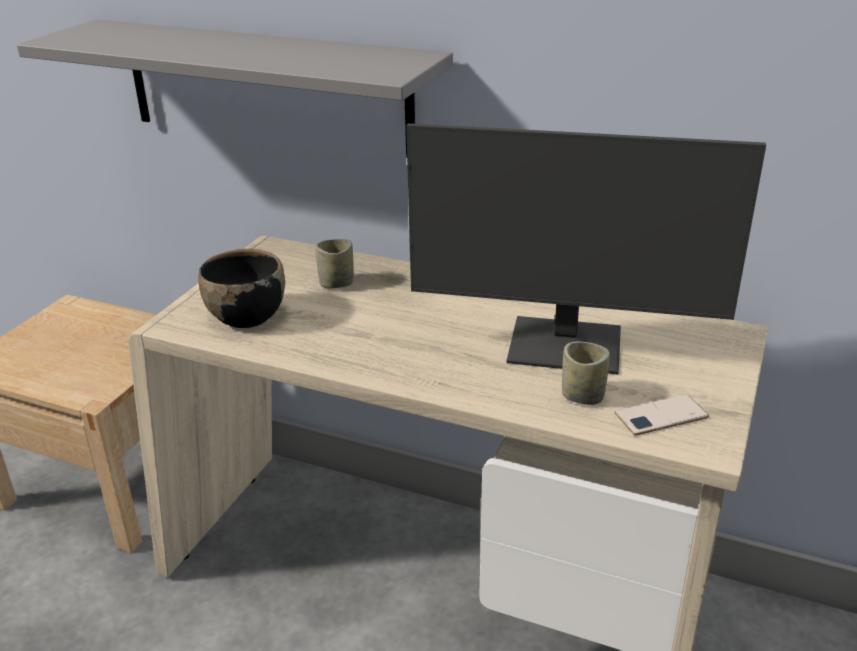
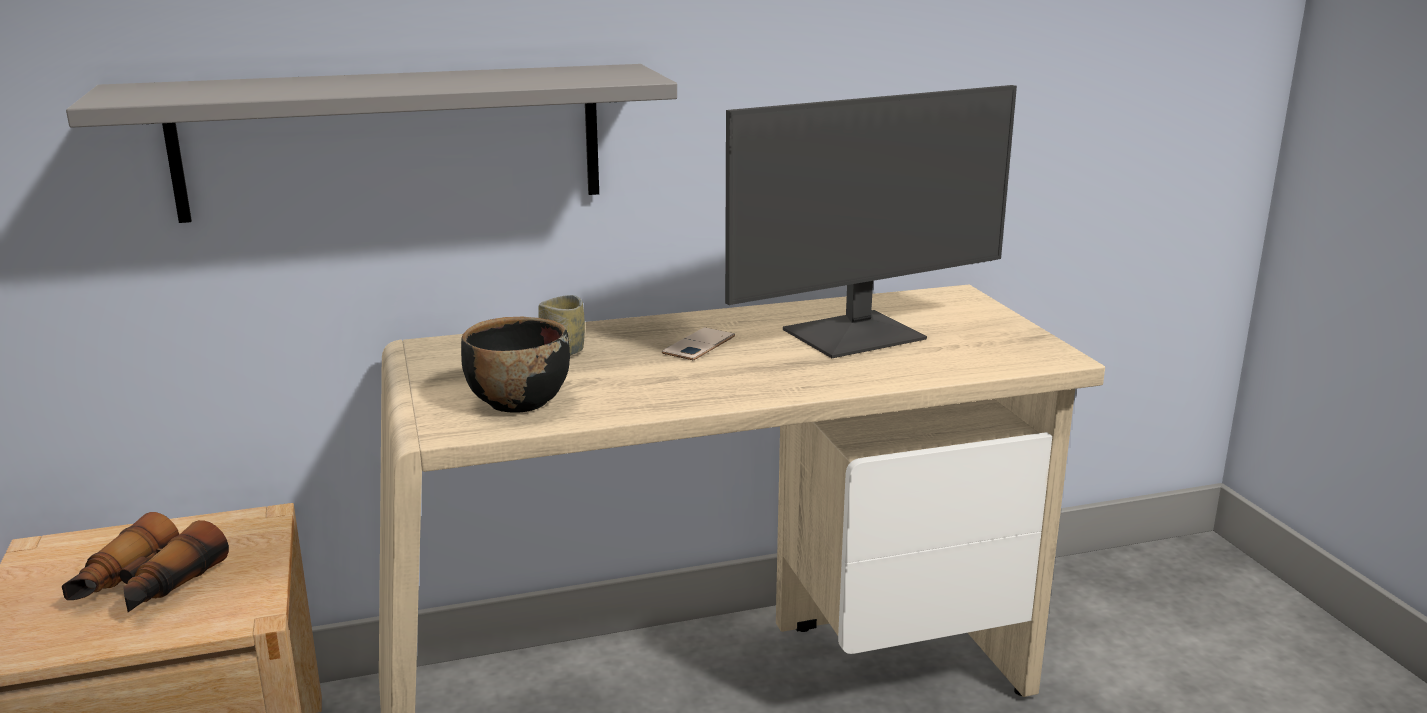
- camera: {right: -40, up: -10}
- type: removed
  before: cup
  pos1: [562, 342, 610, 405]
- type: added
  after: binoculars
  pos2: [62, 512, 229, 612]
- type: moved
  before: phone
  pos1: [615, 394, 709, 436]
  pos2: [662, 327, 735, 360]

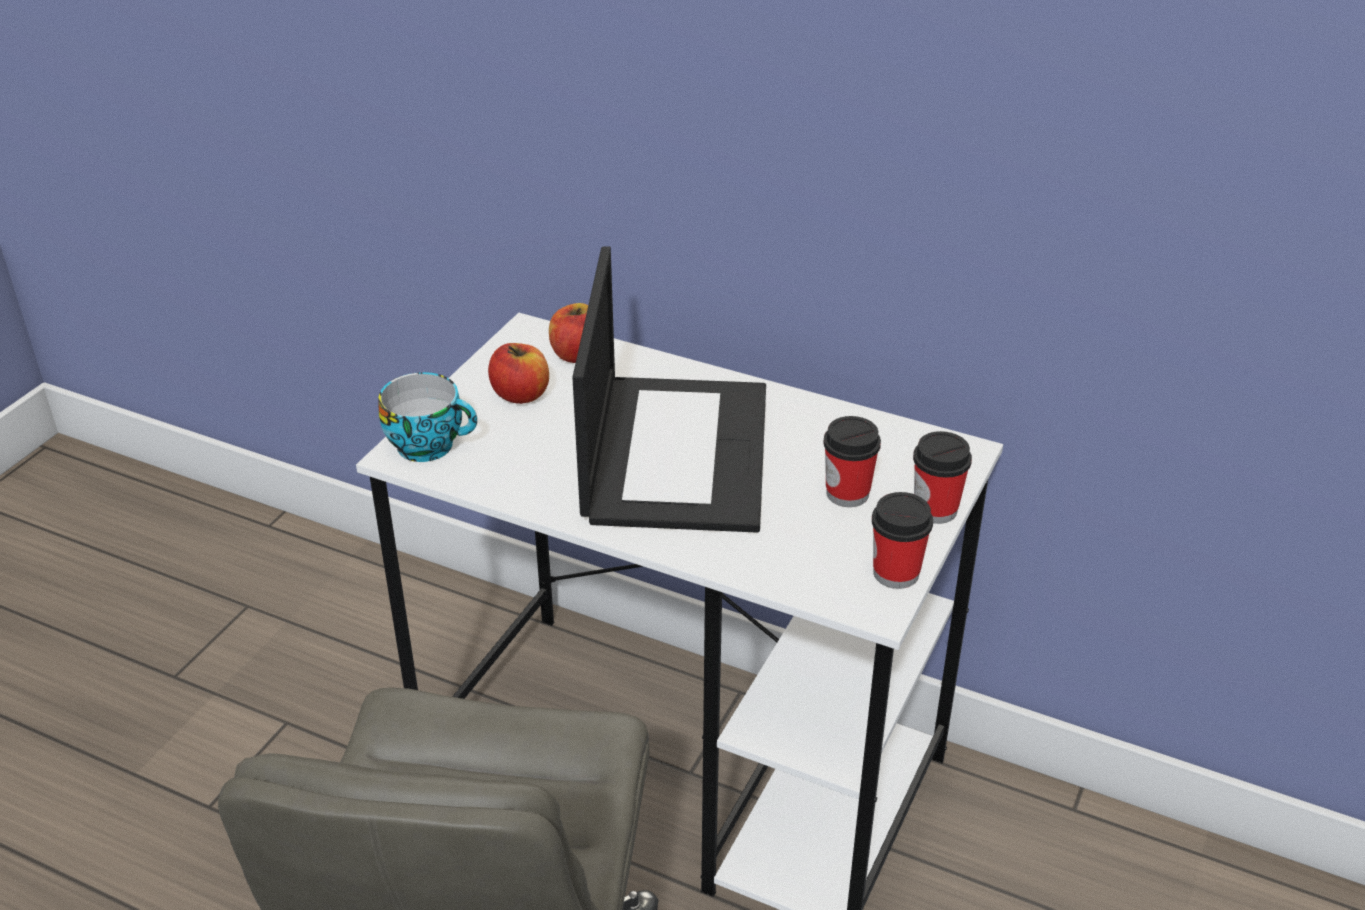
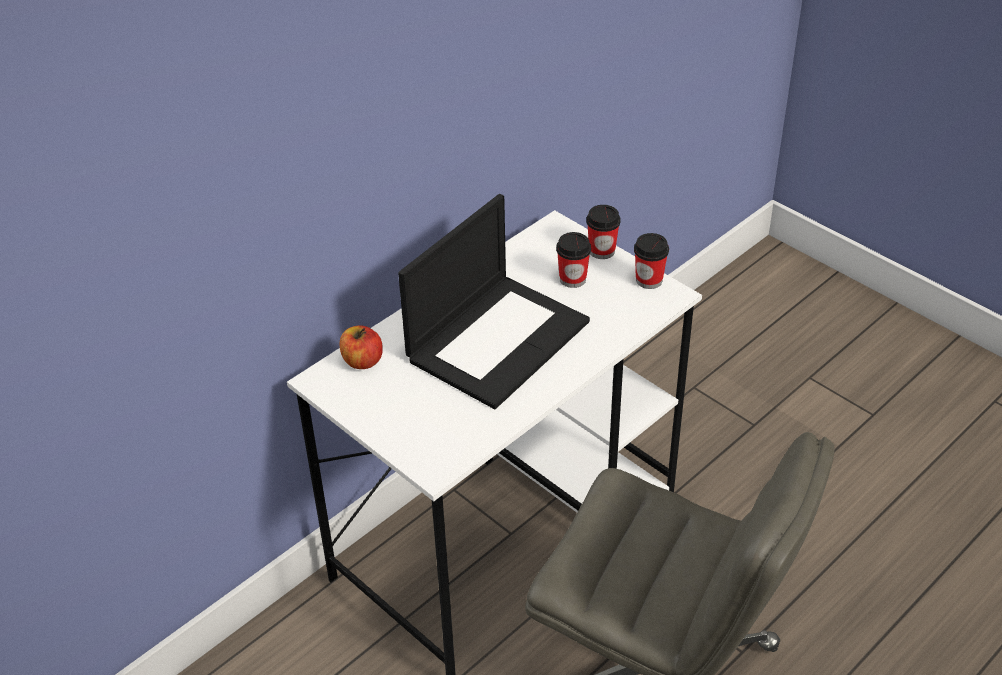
- camera: {right: -70, up: 5}
- type: removed
  before: cup
  pos1: [378, 372, 477, 462]
- type: removed
  before: apple
  pos1: [488, 343, 549, 404]
- type: turned
  before: laptop
  pos1: [572, 246, 766, 533]
  pos2: [398, 194, 590, 409]
  turn: 105

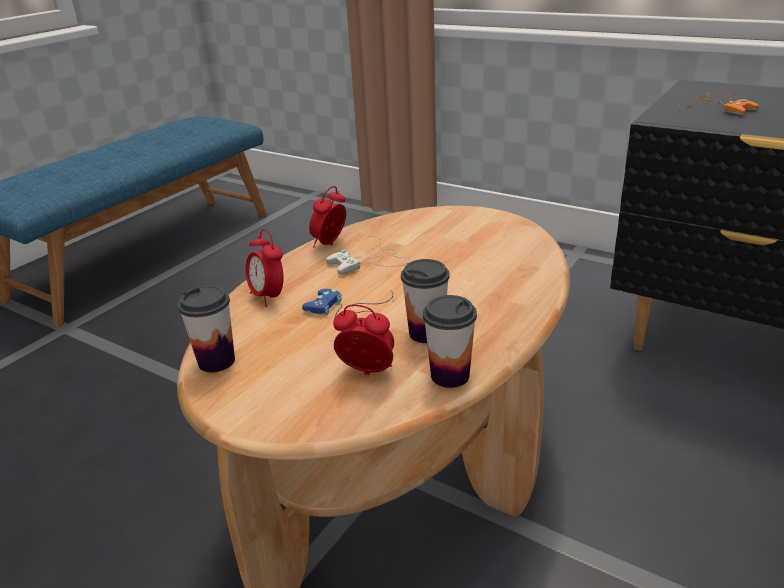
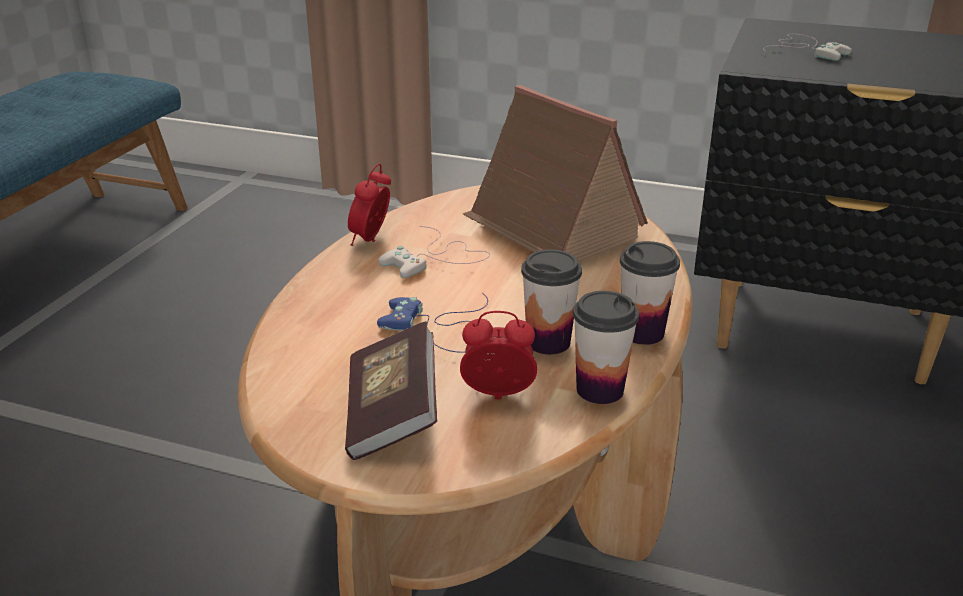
- camera: {right: -15, up: 0}
- type: removed
  before: alarm clock
  pos1: [246, 229, 284, 307]
- type: added
  after: book
  pos2: [345, 321, 437, 460]
- type: added
  after: toy house
  pos2: [463, 85, 648, 262]
- type: moved
  before: cup
  pos1: [178, 285, 235, 372]
  pos2: [620, 241, 680, 345]
- type: recoloured
  before: game controller (orange)
  after: game controller (white)
  pos1: [679, 92, 759, 115]
  pos2: [763, 34, 852, 61]

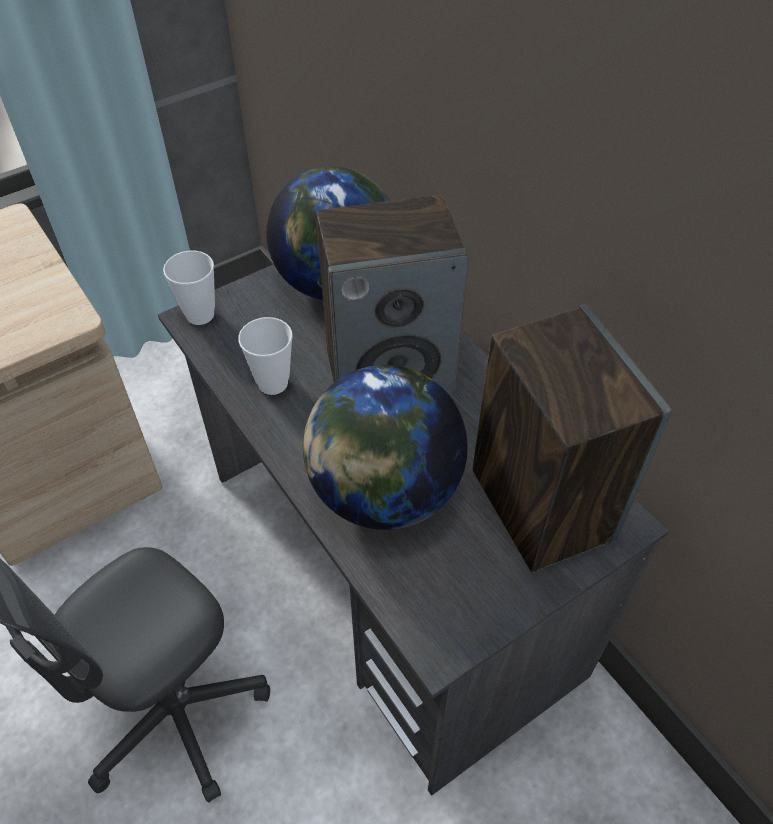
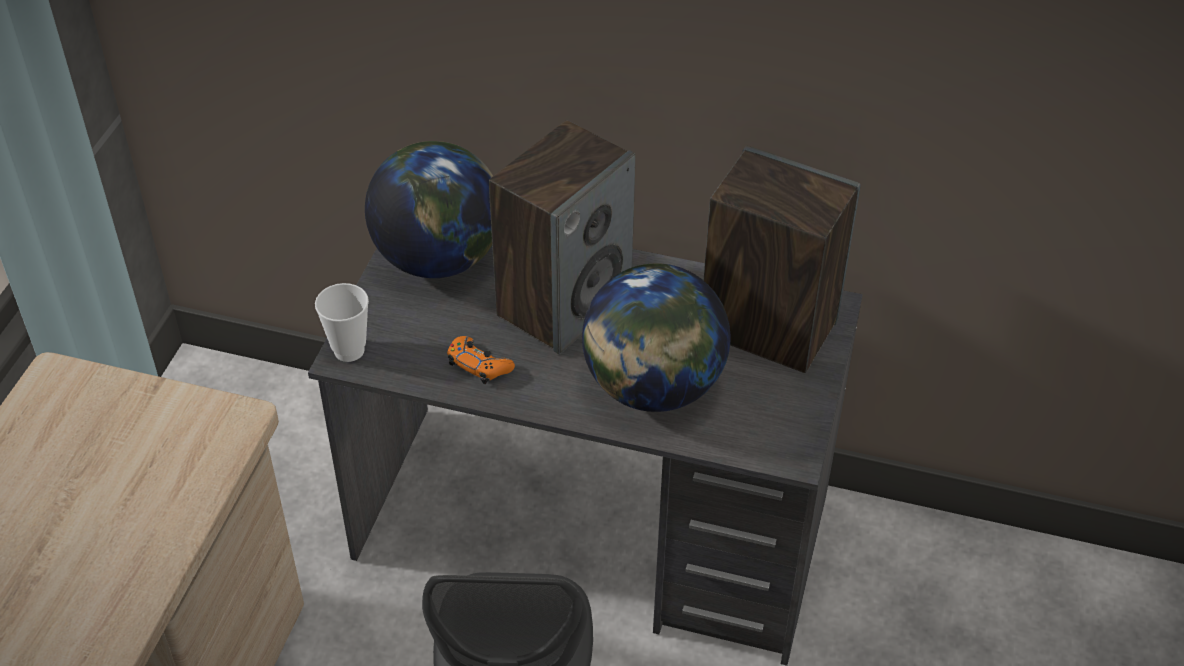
- camera: {right: -40, up: -5}
- type: replaced
  before: cup
  after: game controller (orange)
  pos1: [238, 317, 293, 395]
  pos2: [447, 336, 515, 384]

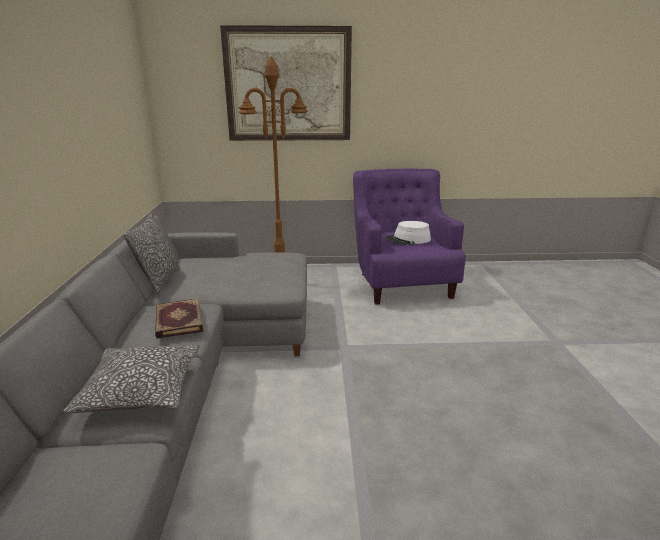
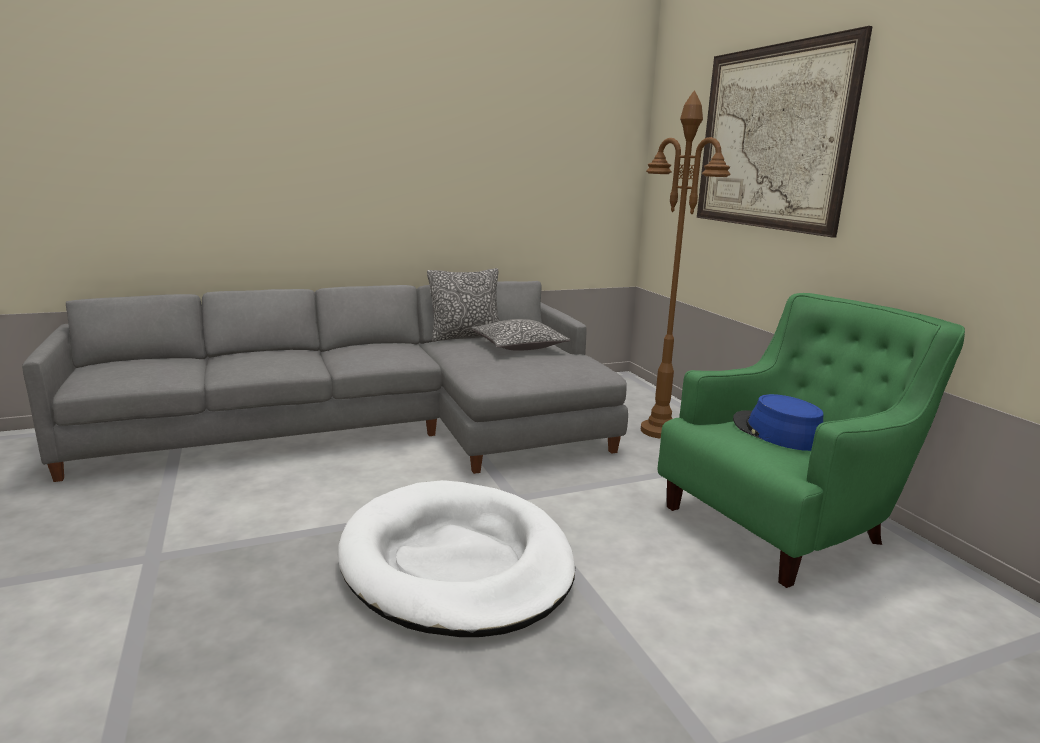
- camera: {right: 70, up: -5}
- type: removed
  before: book
  pos1: [155, 298, 203, 339]
- type: added
  after: dog bed (white)
  pos2: [338, 480, 575, 637]
- type: moved
  before: pillow
  pos1: [63, 345, 199, 413]
  pos2: [471, 319, 571, 351]
- type: recoloured
  before: armchair (purple)
  after: armchair (green)
  pos1: [353, 169, 466, 304]
  pos2: [658, 293, 965, 588]
- type: recoloured
  before: hat (white)
  after: hat (blue)
  pos1: [385, 221, 431, 245]
  pos2: [733, 394, 823, 451]

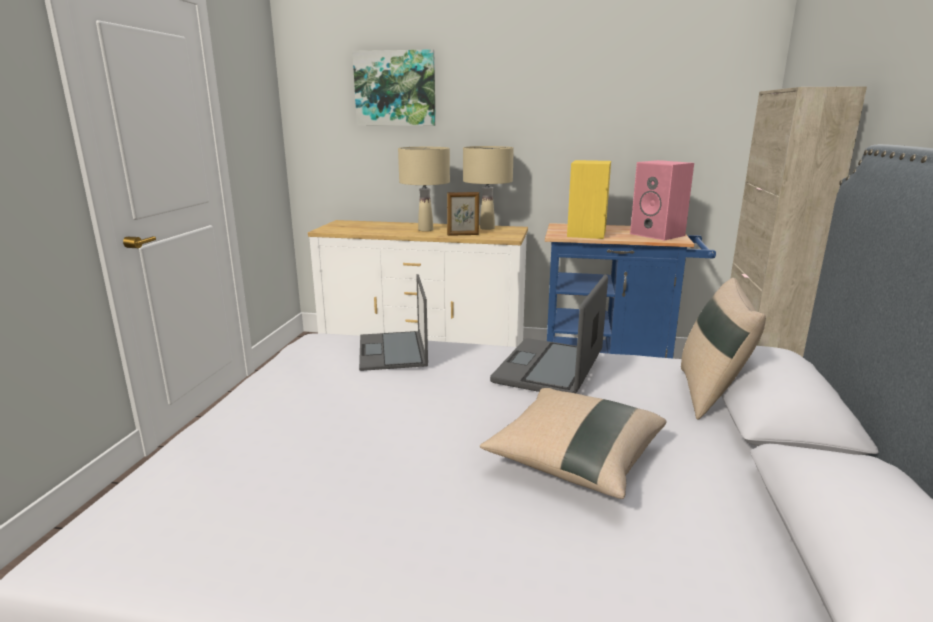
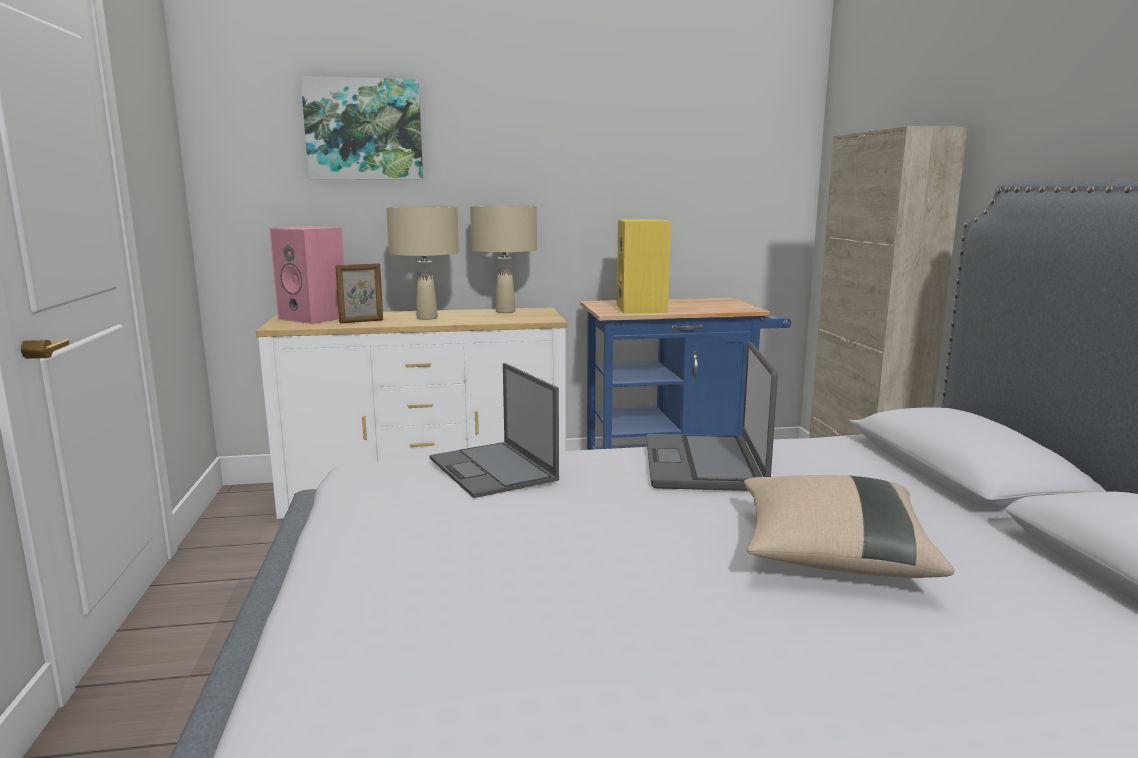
- camera: {right: -20, up: -5}
- type: removed
  before: pillow (beige)
  pos1: [681, 278, 766, 420]
- type: moved
  before: picture frame
  pos1: [447, 192, 479, 236]
  pos2: [335, 263, 383, 323]
- type: moved
  before: speaker (pink)
  pos1: [630, 160, 694, 241]
  pos2: [269, 226, 344, 324]

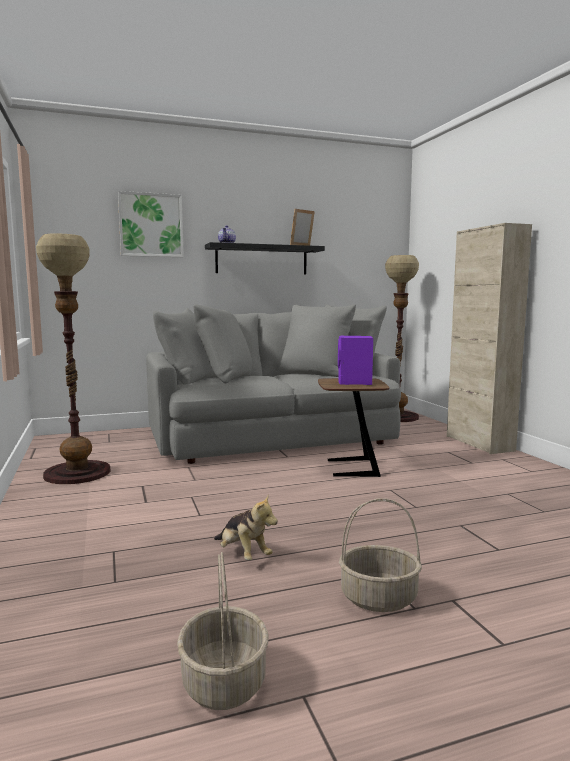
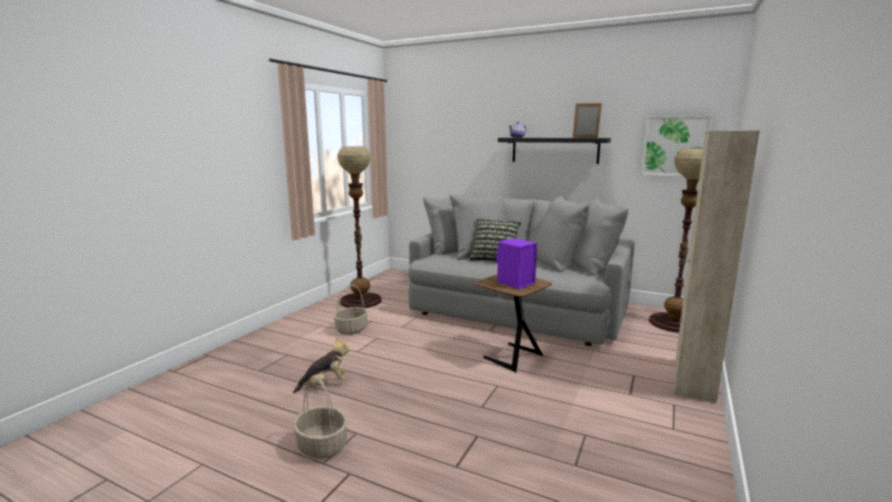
- camera: {right: 45, up: 5}
- type: added
  after: pillow
  pos2: [470, 217, 522, 261]
- type: moved
  before: picture
  pos1: [118, 191, 184, 257]
  pos2: [641, 116, 713, 176]
- type: moved
  before: basket
  pos1: [177, 552, 268, 710]
  pos2: [333, 285, 368, 335]
- type: turned
  before: plush toy
  pos1: [214, 494, 278, 560]
  pos2: [293, 337, 350, 393]
  turn: -120

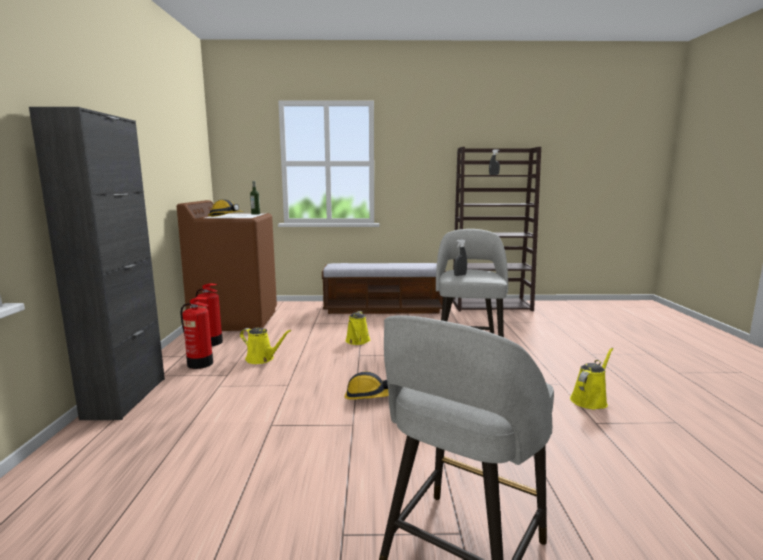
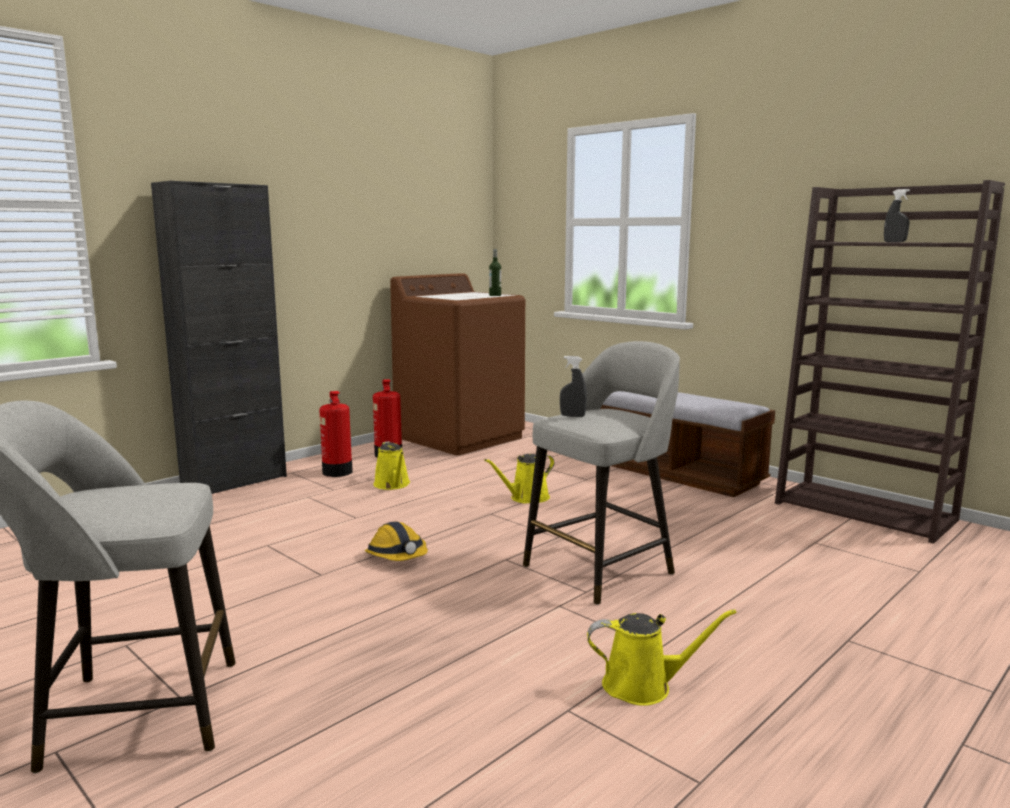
- camera: {right: 45, up: 0}
- type: removed
  before: hard hat
  pos1: [208, 199, 244, 217]

